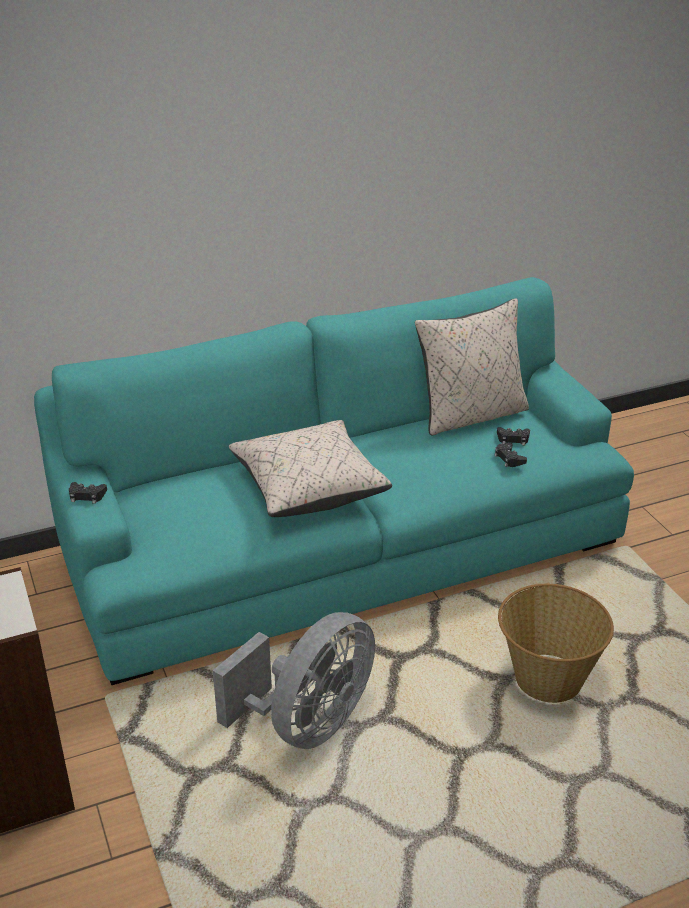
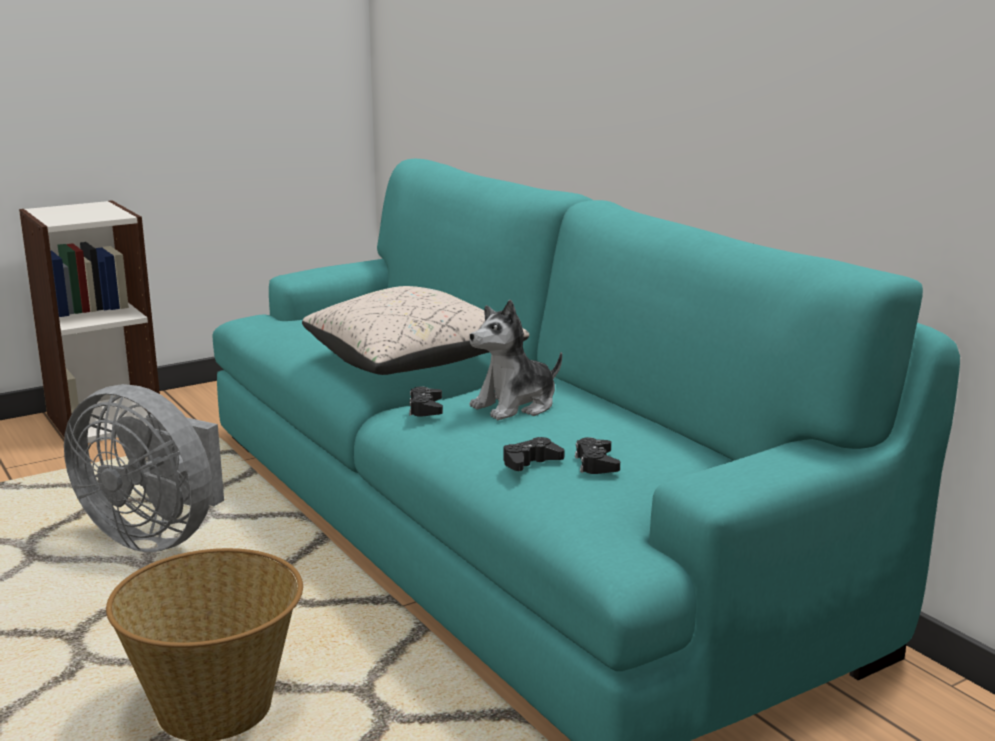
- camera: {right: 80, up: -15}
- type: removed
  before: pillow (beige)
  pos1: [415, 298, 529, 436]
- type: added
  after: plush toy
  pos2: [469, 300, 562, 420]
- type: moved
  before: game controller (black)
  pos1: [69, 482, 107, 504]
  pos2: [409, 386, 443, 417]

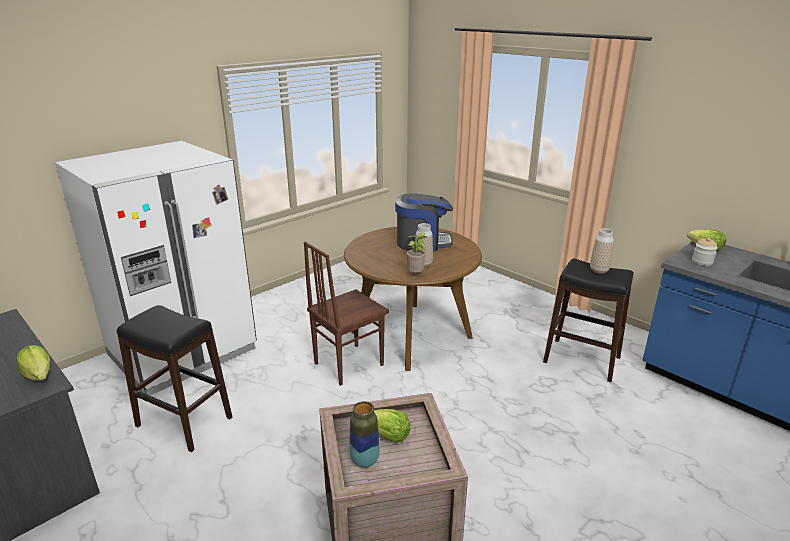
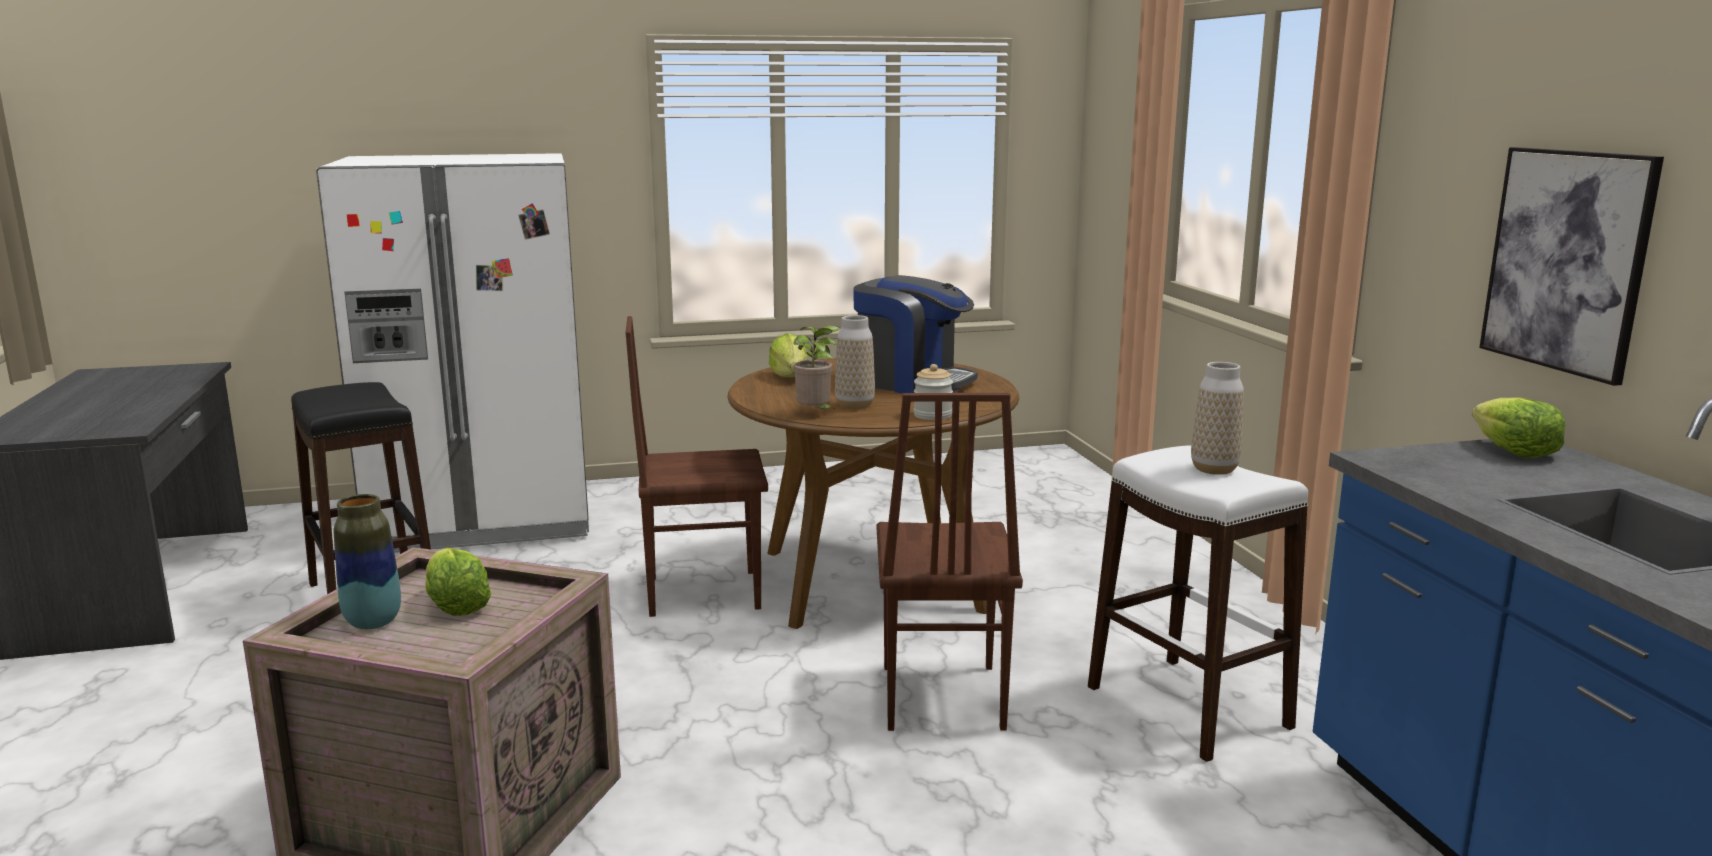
- camera: {right: 30, up: -10}
- type: added
  after: chair (brown)
  pos2: [877, 393, 1023, 731]
- type: added
  after: picture
  pos2: [1479, 147, 1664, 386]
- type: moved
  before: lettuce
  pos1: [16, 345, 50, 381]
  pos2: [769, 334, 808, 377]
- type: moved
  before: jar
  pos1: [692, 237, 718, 266]
  pos2: [914, 364, 953, 420]
- type: recoloured
  before: stool (black)
  after: stool (white)
  pos1: [543, 259, 634, 382]
  pos2: [1088, 445, 1308, 762]

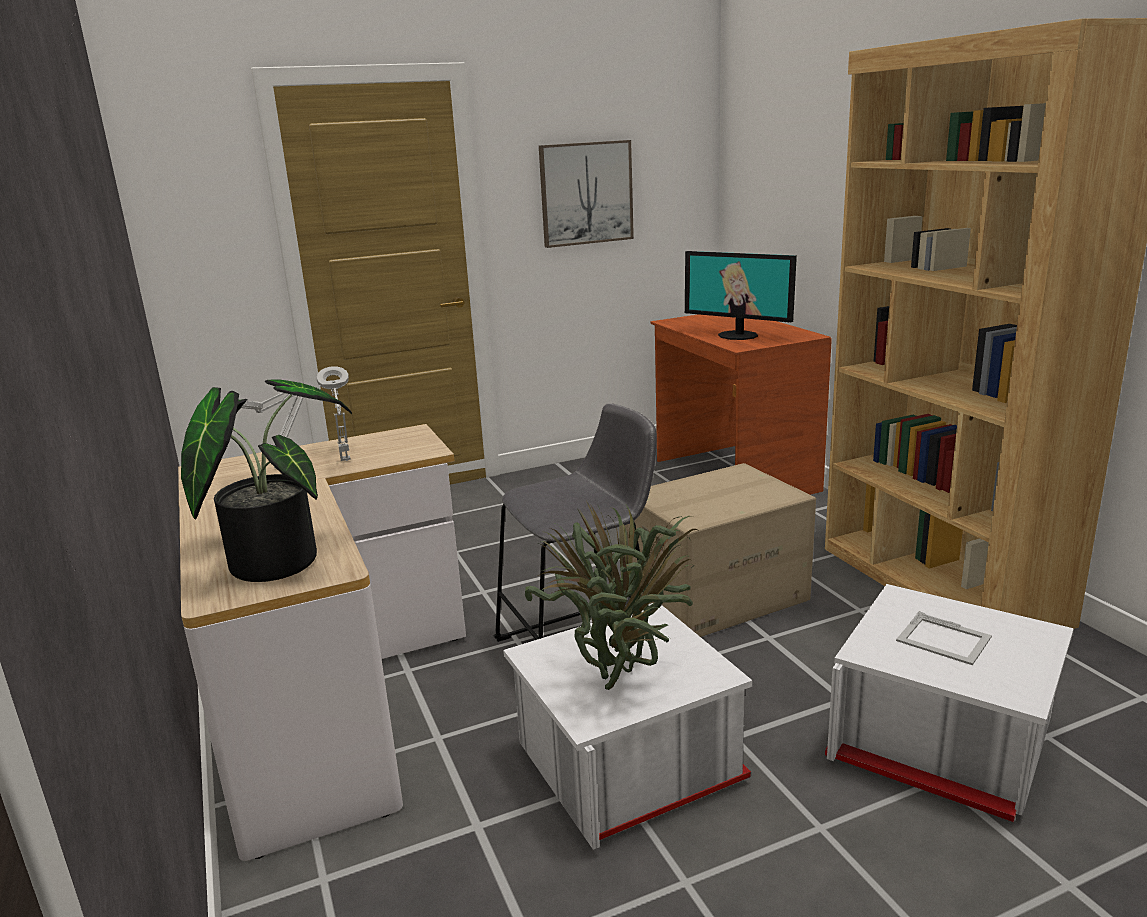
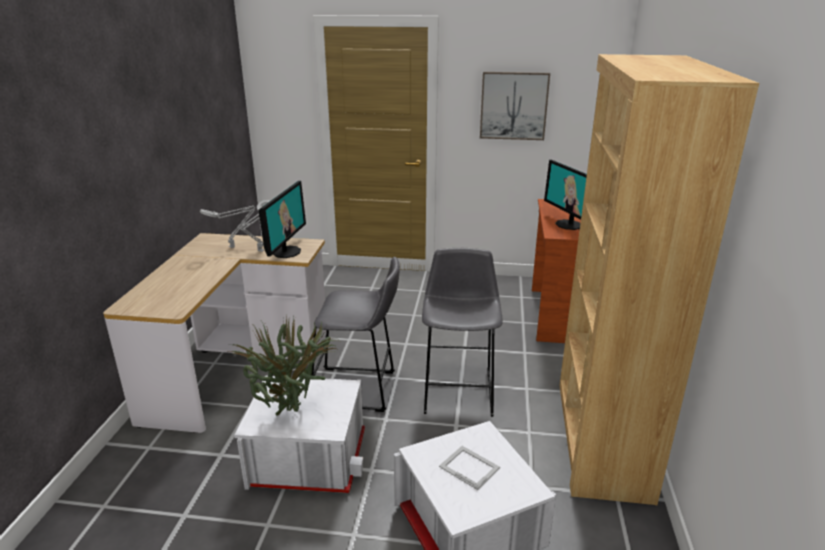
- camera: {right: 30, up: 5}
- type: removed
  before: potted plant
  pos1: [181, 379, 352, 582]
- type: added
  after: monitor
  pos2: [258, 181, 306, 258]
- type: replaced
  before: cardboard box
  after: stool (grey)
  pos1: [624, 463, 816, 637]
  pos2: [422, 248, 503, 417]
- type: turned
  before: picture frame
  pos1: [896, 611, 992, 665]
  pos2: [439, 446, 500, 490]
  turn: 150

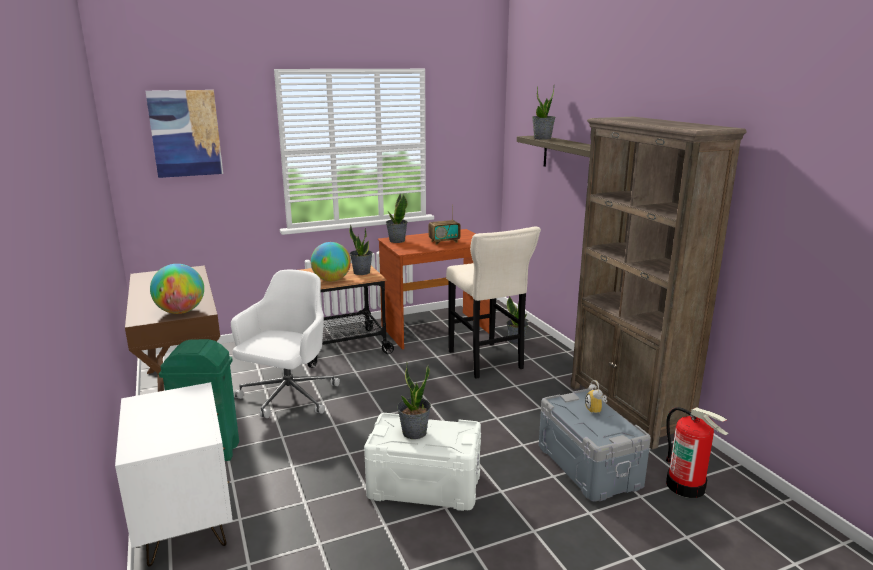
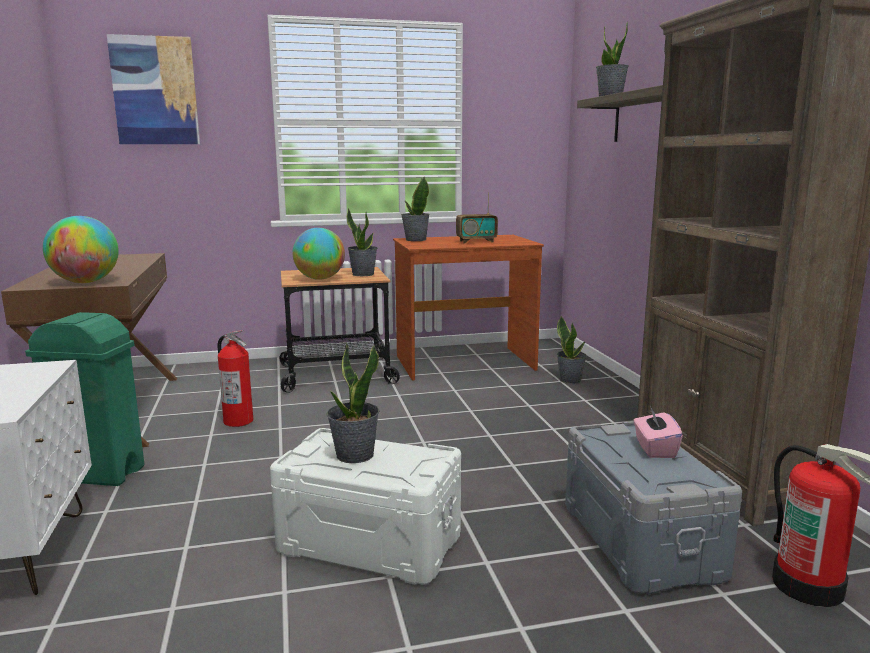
- camera: {right: 10, up: -5}
- type: removed
  before: stool (beige)
  pos1: [446, 226, 541, 379]
- type: replaced
  before: office chair (white)
  after: fire extinguisher
  pos1: [231, 270, 340, 418]
  pos2: [217, 330, 253, 427]
- type: replaced
  before: alarm clock
  after: tissue box (pink)
  pos1: [585, 380, 607, 414]
  pos2: [633, 406, 683, 458]

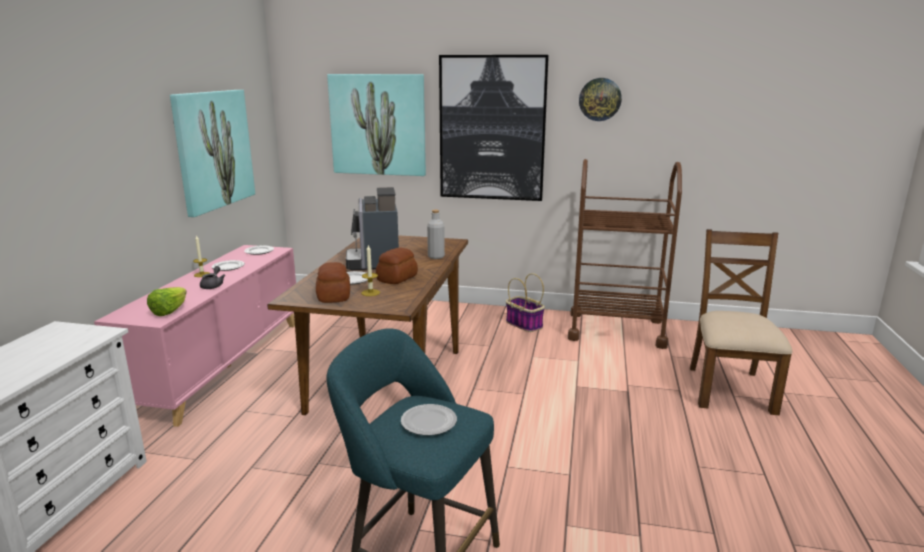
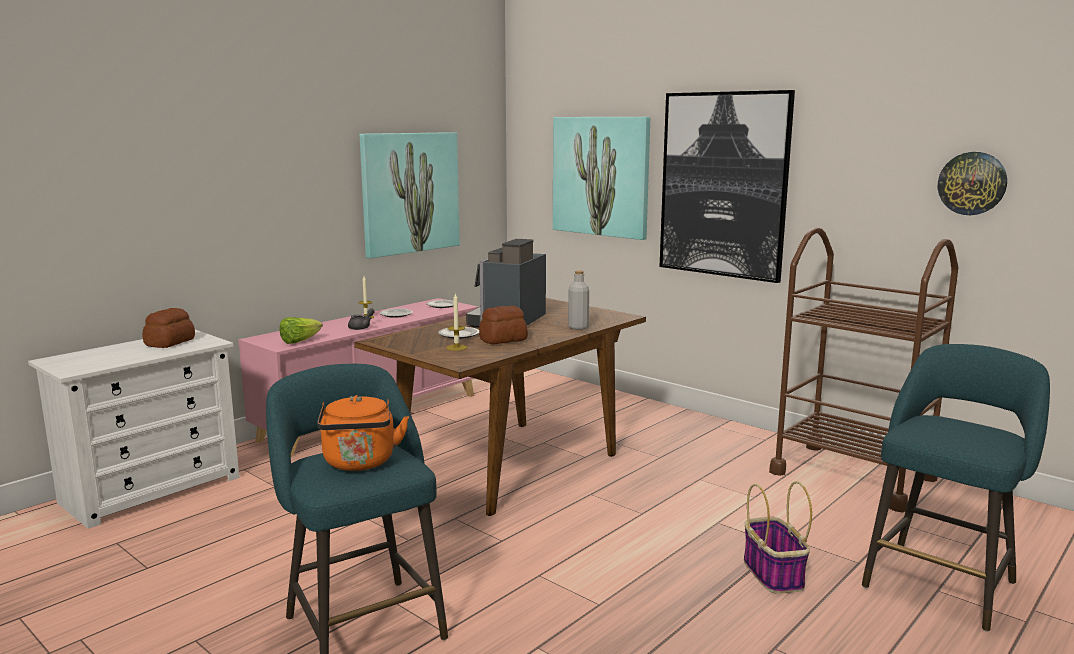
- camera: {right: 30, up: -5}
- type: moved
  before: bread
  pos1: [316, 262, 350, 303]
  pos2: [143, 308, 195, 348]
- type: moved
  before: basket
  pos1: [506, 273, 545, 332]
  pos2: [744, 481, 812, 594]
- type: moved
  before: wall clock
  pos1: [579, 78, 622, 121]
  pos2: [938, 152, 1007, 215]
- type: replaced
  before: plate
  after: kettle (orange)
  pos1: [401, 404, 457, 435]
  pos2: [317, 395, 409, 471]
- type: replaced
  before: chair (brown)
  after: stool (turquoise)
  pos1: [690, 229, 792, 415]
  pos2: [862, 344, 1050, 632]

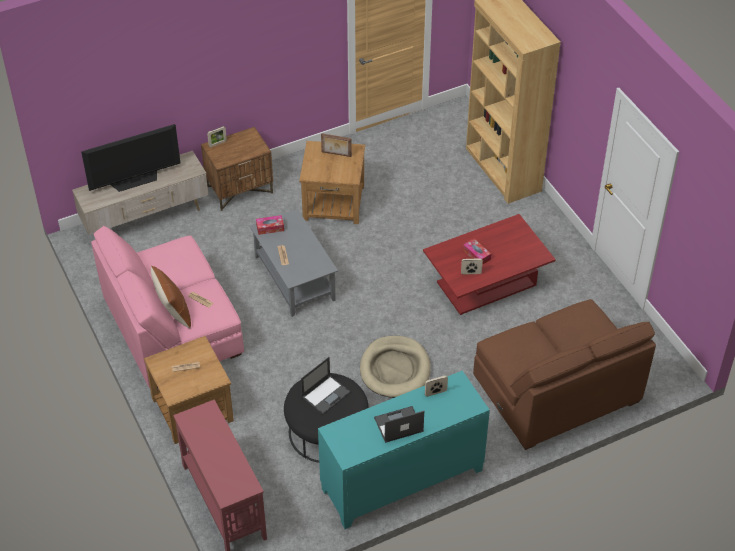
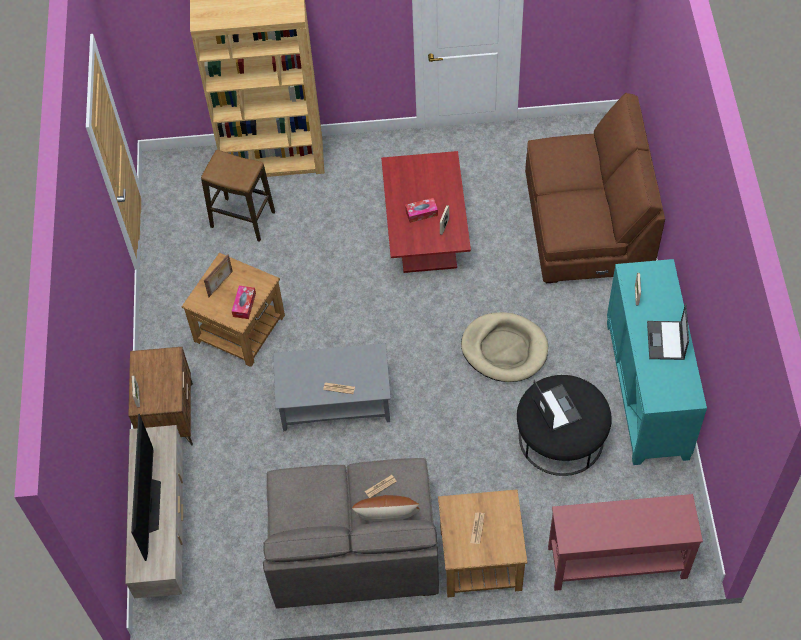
- camera: {right: -65, up: 10}
- type: added
  after: stool
  pos2: [201, 150, 275, 242]
- type: moved
  before: tissue box
  pos1: [256, 215, 284, 235]
  pos2: [232, 286, 256, 319]
- type: recoloured
  before: sofa (pink)
  after: sofa (grey)
  pos1: [91, 226, 244, 388]
  pos2: [263, 458, 439, 609]

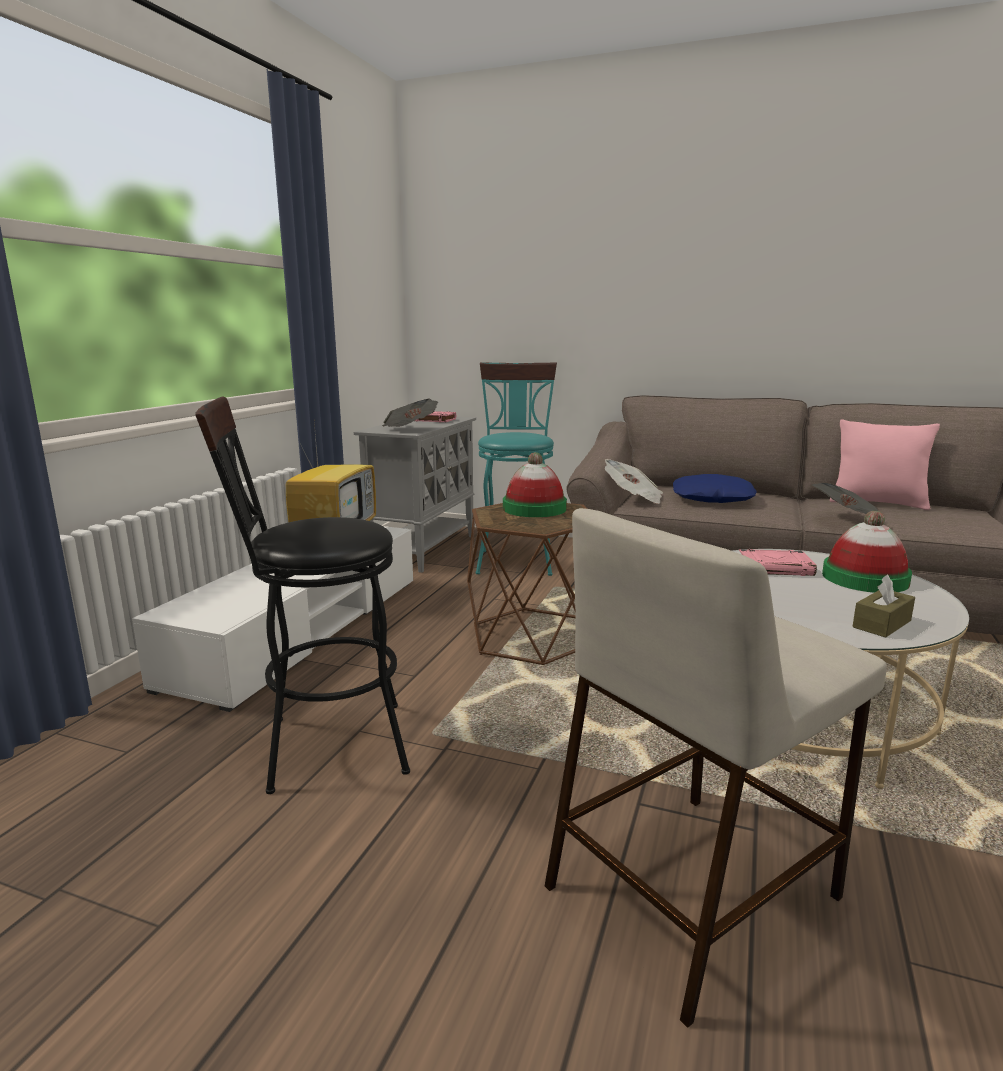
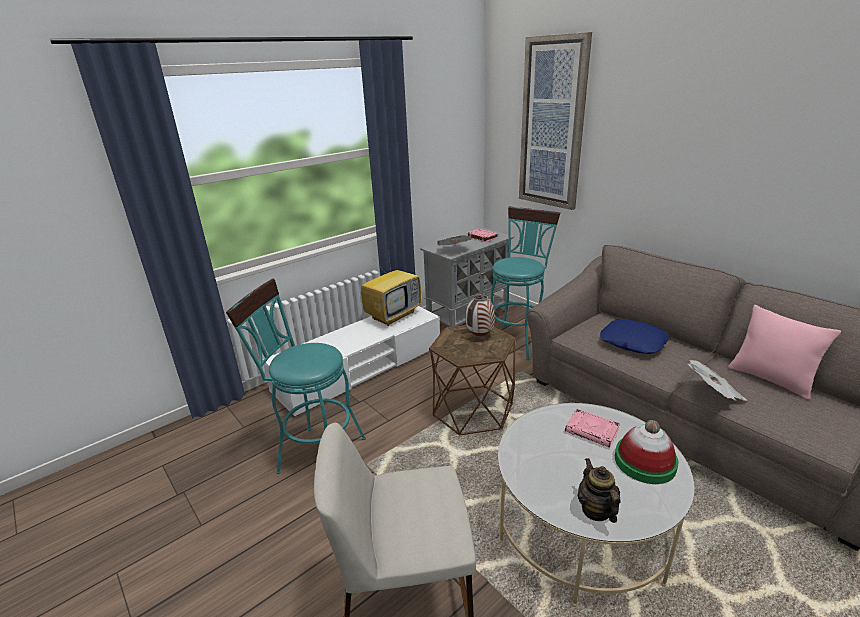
- camera: {right: 30, up: 10}
- type: removed
  before: newspaper
  pos1: [605, 459, 663, 504]
- type: added
  after: picture
  pos2: [519, 32, 592, 210]
- type: replaced
  before: hat
  after: vase
  pos1: [503, 452, 567, 517]
  pos2: [466, 294, 495, 336]
- type: replaced
  before: tissue box (brown)
  after: teapot
  pos1: [852, 574, 915, 638]
  pos2: [577, 458, 620, 523]
- type: recoloured
  before: stool (black)
  after: stool (turquoise)
  pos1: [195, 397, 410, 794]
  pos2: [226, 279, 366, 474]

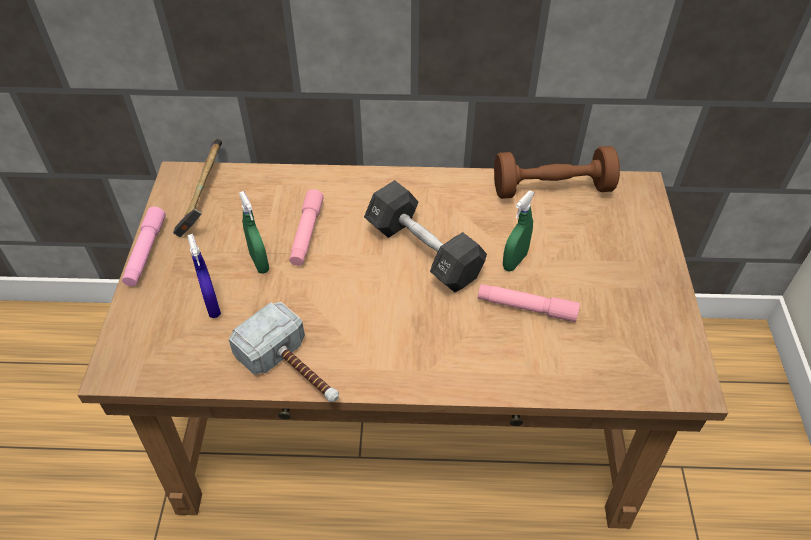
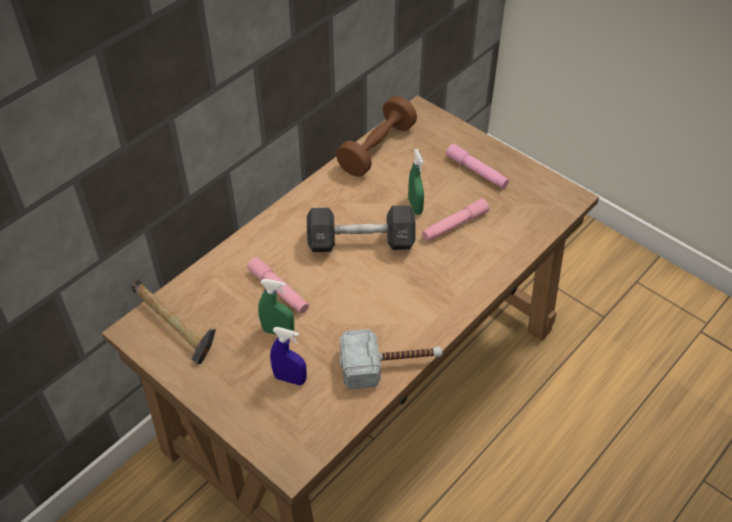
- camera: {right: -50, up: 0}
- type: moved
  before: flashlight (pink)
  pos1: [122, 207, 166, 286]
  pos2: [446, 143, 509, 189]

